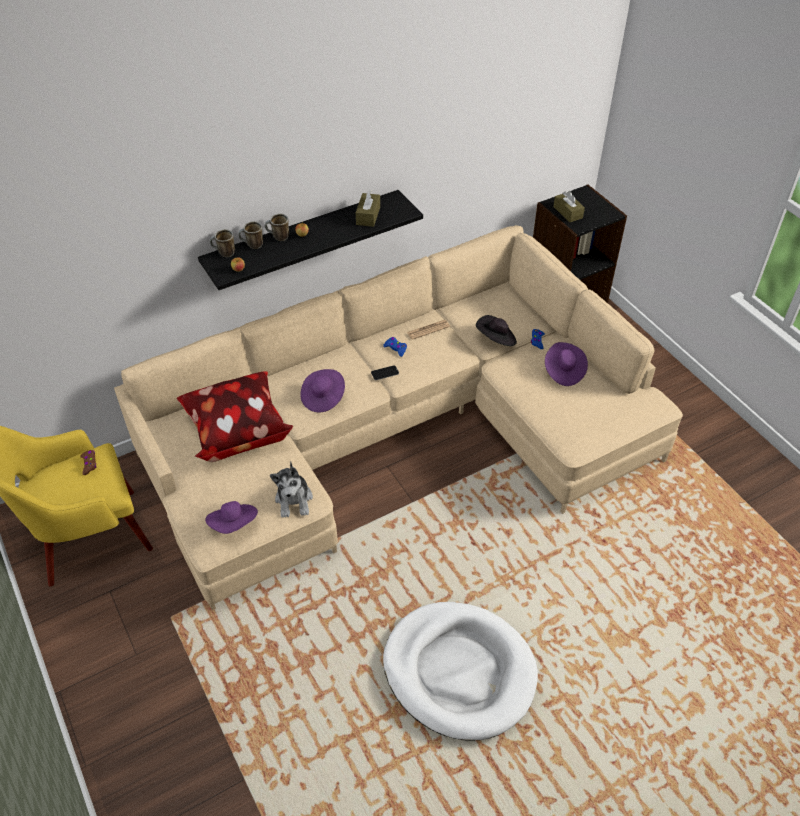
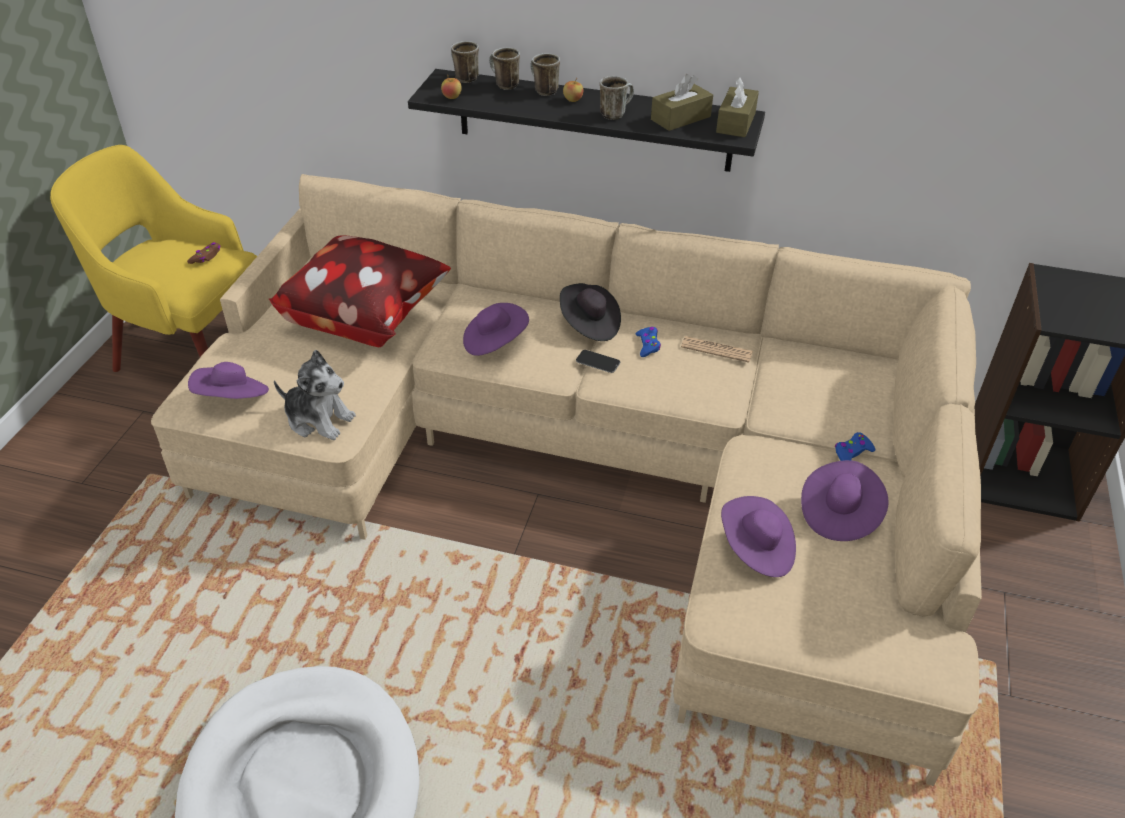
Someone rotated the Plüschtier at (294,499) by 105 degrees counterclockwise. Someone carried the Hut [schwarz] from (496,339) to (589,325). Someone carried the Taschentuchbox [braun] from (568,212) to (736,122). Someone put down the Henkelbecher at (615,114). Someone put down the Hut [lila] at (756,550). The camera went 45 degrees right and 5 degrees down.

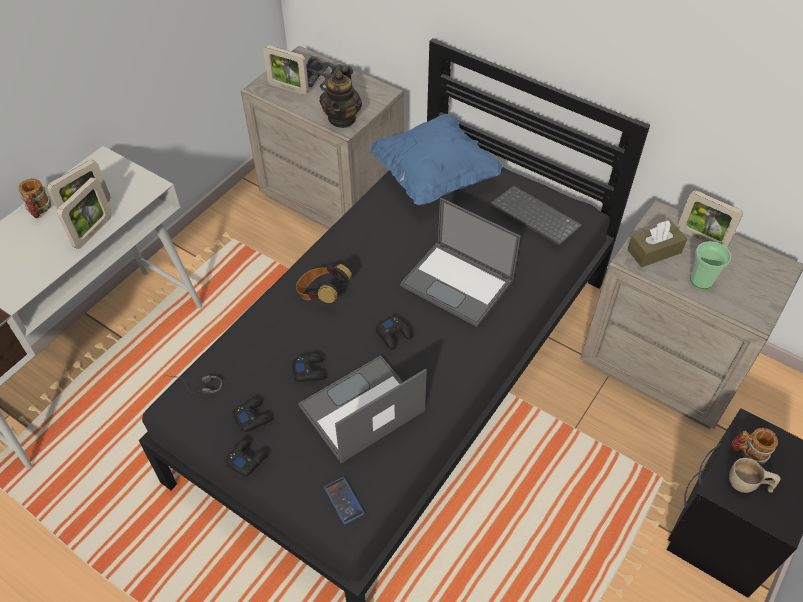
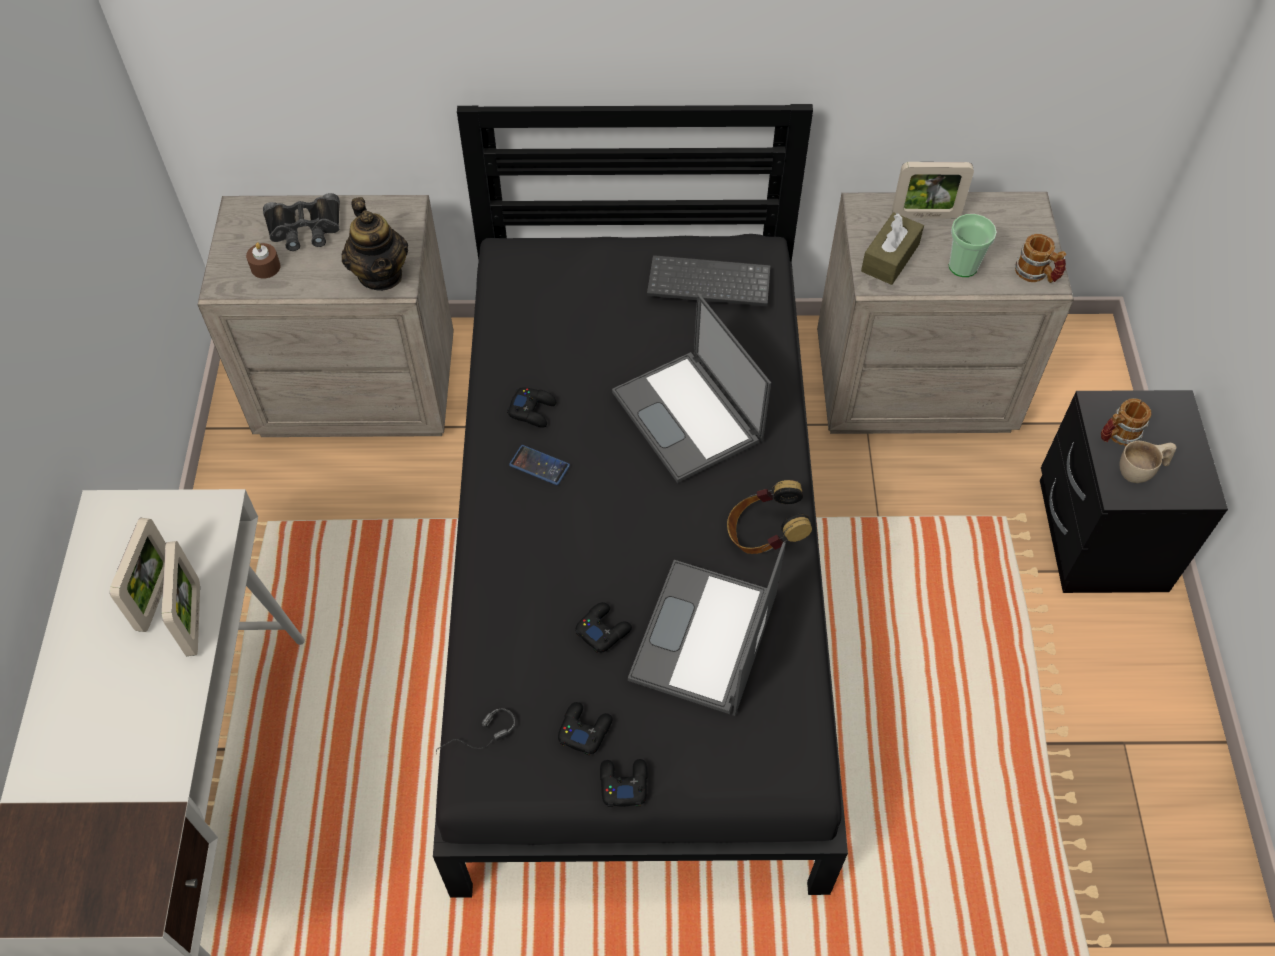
Someone carried the Henkelbecher from (39,210) to (1036,274). Someone swapped the Bilderrahmen at (288,88) for the Kerze [braun] at (265,267). Someone carried the Kopfhörer from (322,295) to (764,534). Someone carried the Handy from (344,500) to (539,465). Someone took away the Kissen [blau] at (434,177). Someone carried the Gamepad [schwarz] from (393,335) to (532,410). Someone rotated the Laptop at (458,283) by 60 degrees clockwise. The camera went 35 degrees left and 5 degrees up.

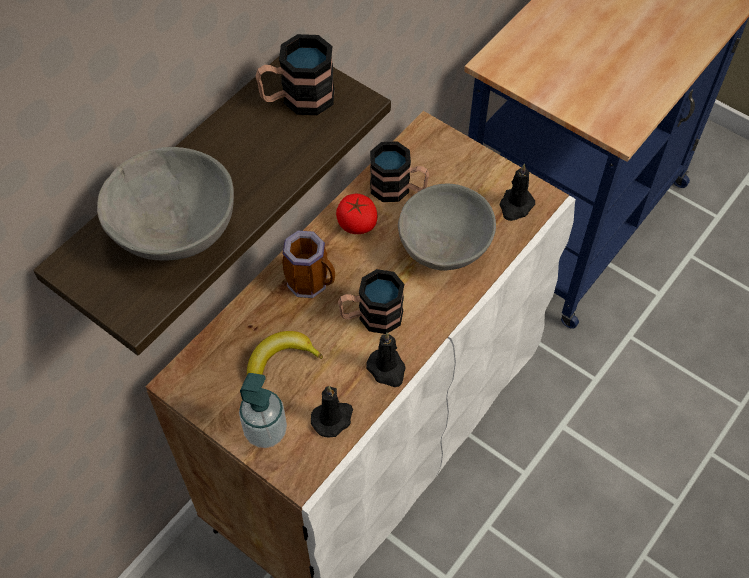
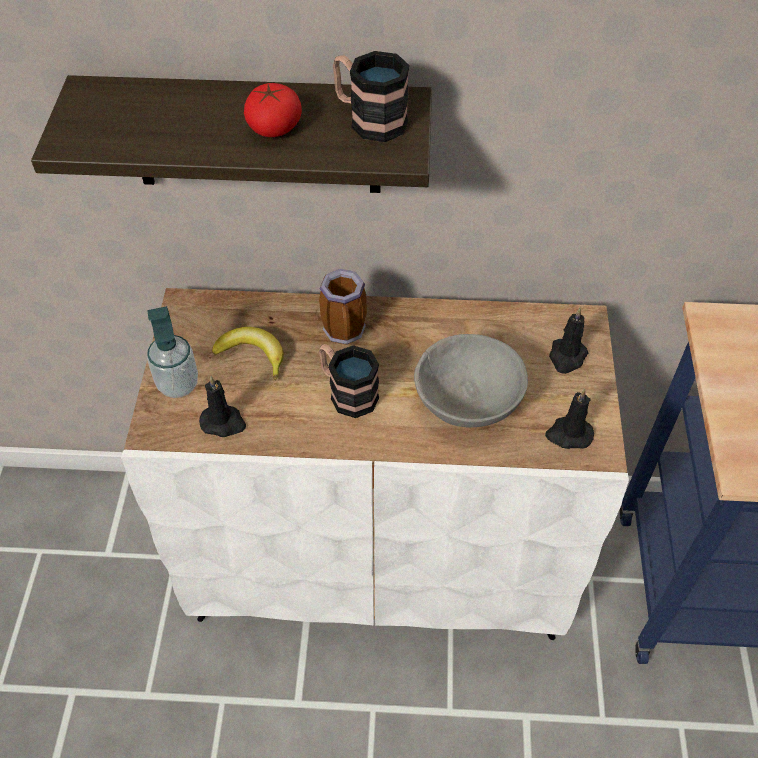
Someone took away the Schüssel [grau] at (175,235). Someone carried the Tomate from (357,223) to (274,128). Someone carried the Kerze [schwarz] from (387,369) to (567,357). Someone took away the Henkelbecher at (398,189). The camera went 55 degrees right and 5 degrees down.

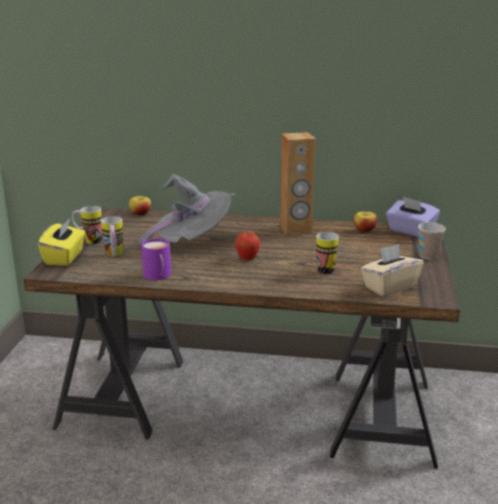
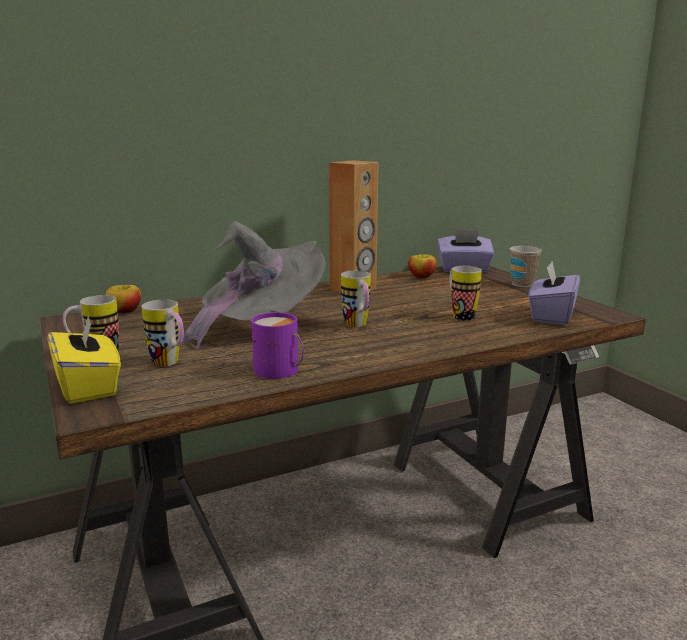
Someone swapped the Apfel at (247,259) for the Henkelbecher at (358,326). Someone repainted the Taschentuchbox [beige] at (389,287), which became the Taschentuchbox [lila] at (551,316). The camera went 35 degrees left and 5 degrees down.

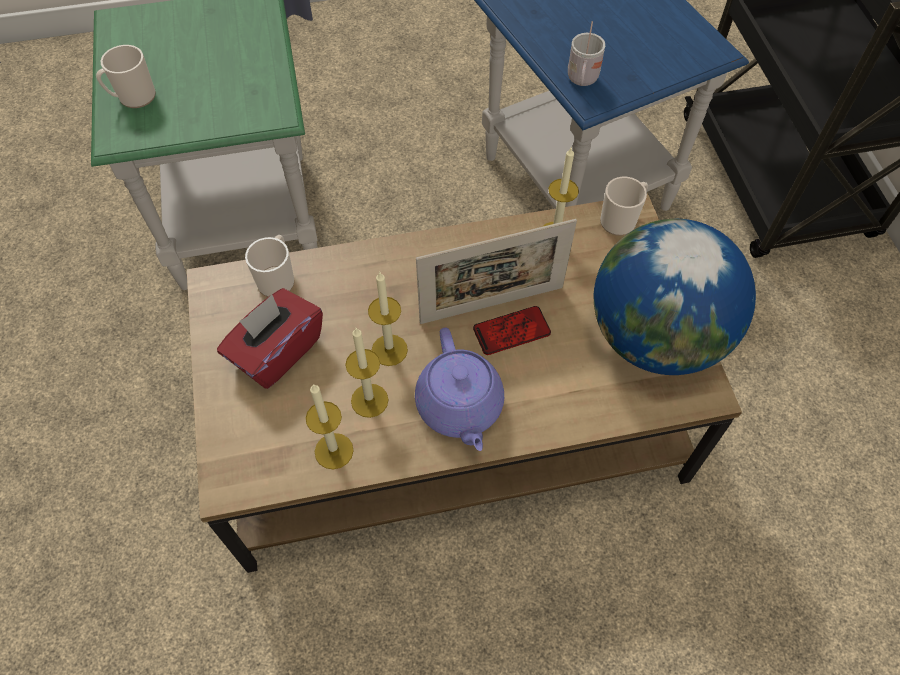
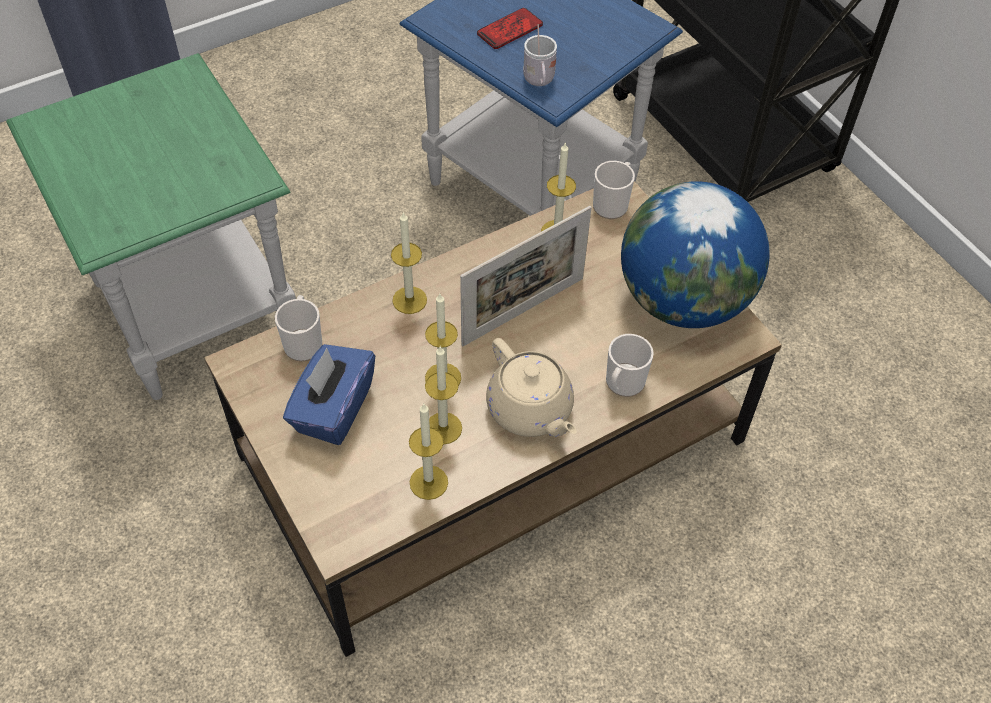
Someone carried the Henkelbecher from (133,97) to (622,384). Someone repainted the Taschentuchbox [rot] at (277,352), which became the Taschentuchbox [blau] at (333,409). Someone repainted the Teekanne [lila] at (459,407), which became the Teekanne [beige] at (530,410). Someone carried the Handy from (511,331) to (510,29). Someone put down the Kerze at (409,300). The camera went 20 degrees left and 5 degrees down.

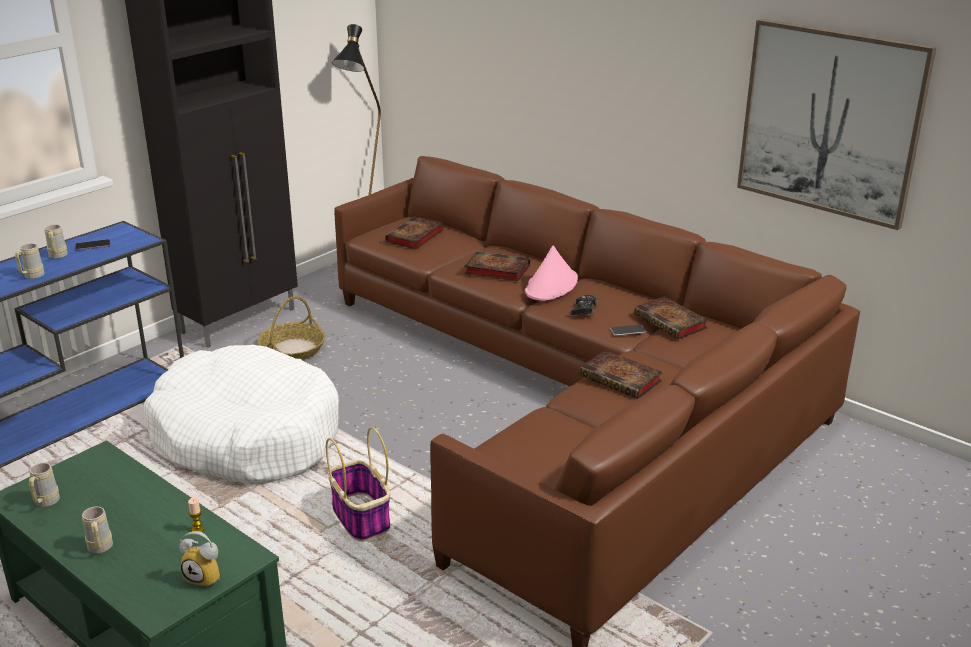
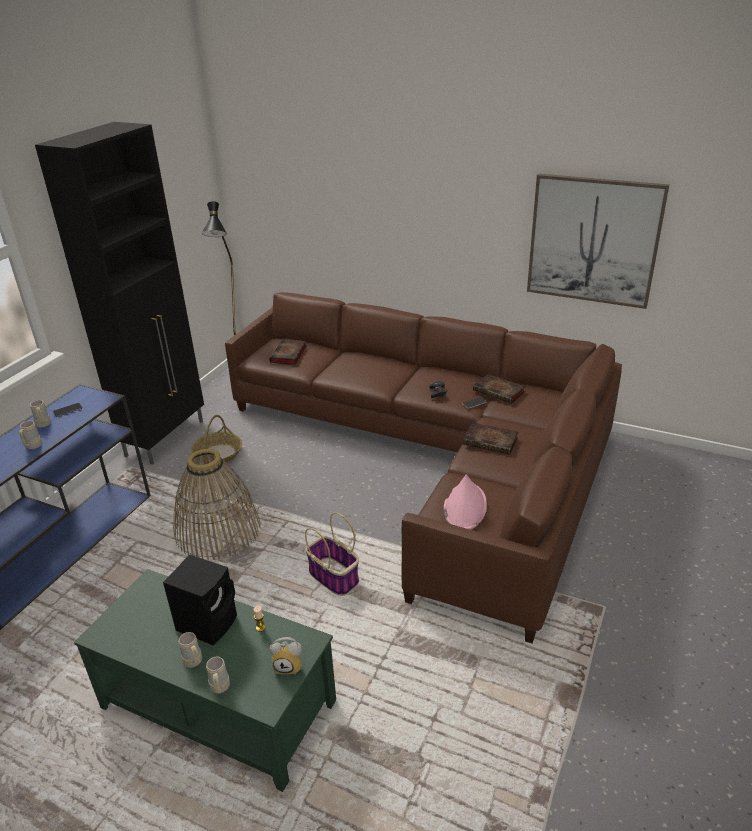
Someone carried the Henkelbecher [beige] from (45,503) to (220,689). Someone swapped the Hundebett [weiß] at (247,436) for the Korb at (218,530). Someone took away the Buch at (495,270). Someone carried the Hut [rosa] from (551,285) to (465,507). Someone put down the Lautsprecher [schwarz] at (208,622). The camera went 15 degrees left and 5 degrees up.

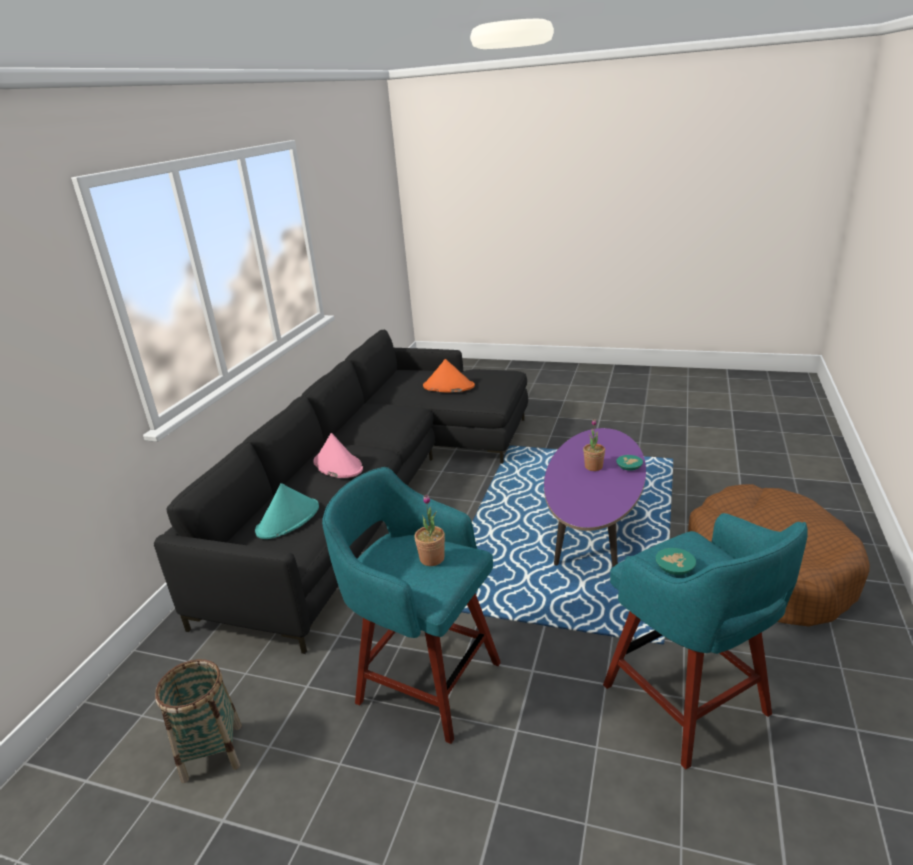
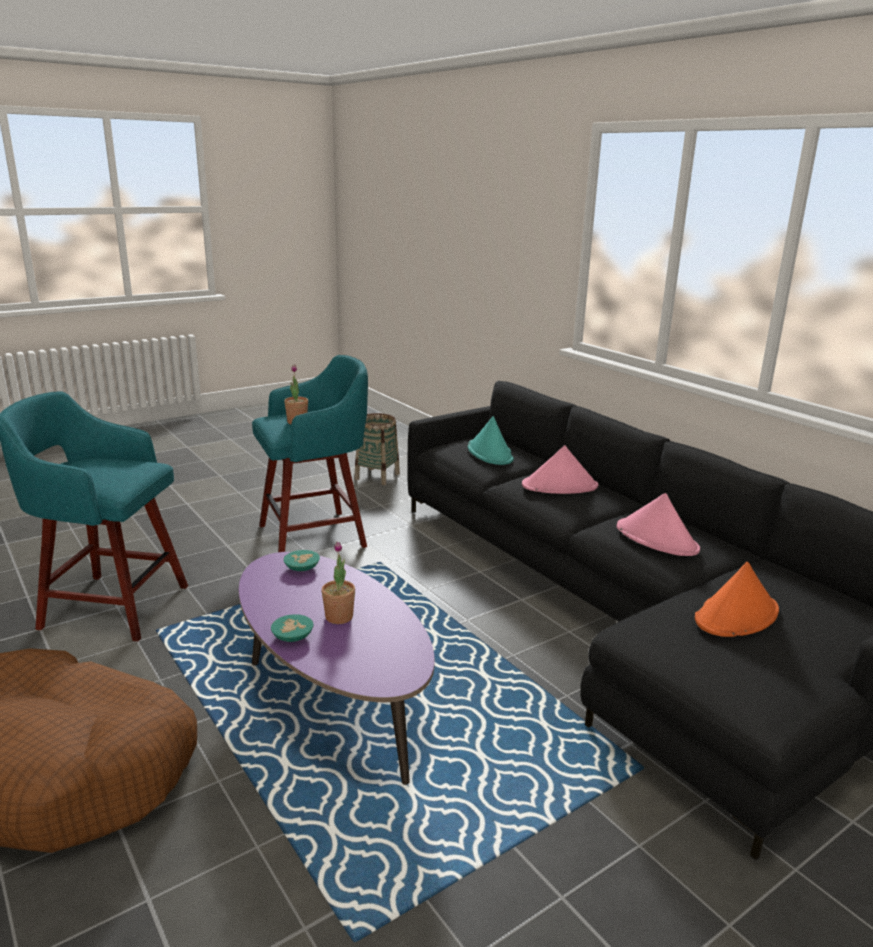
Someone carried the Schüssel [türkis] from (673,568) to (303,567). Someone put down the Hut [rosa] at (657,539). The camera went 125 degrees right and 5 degrees down.

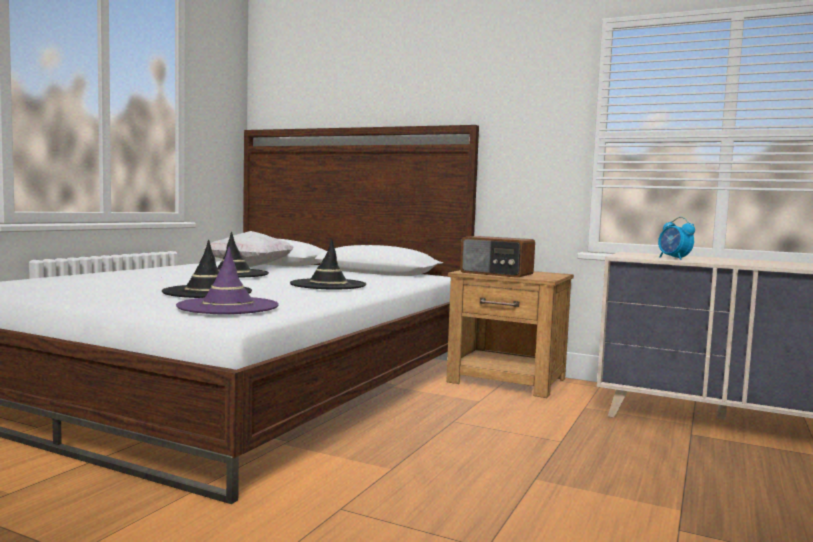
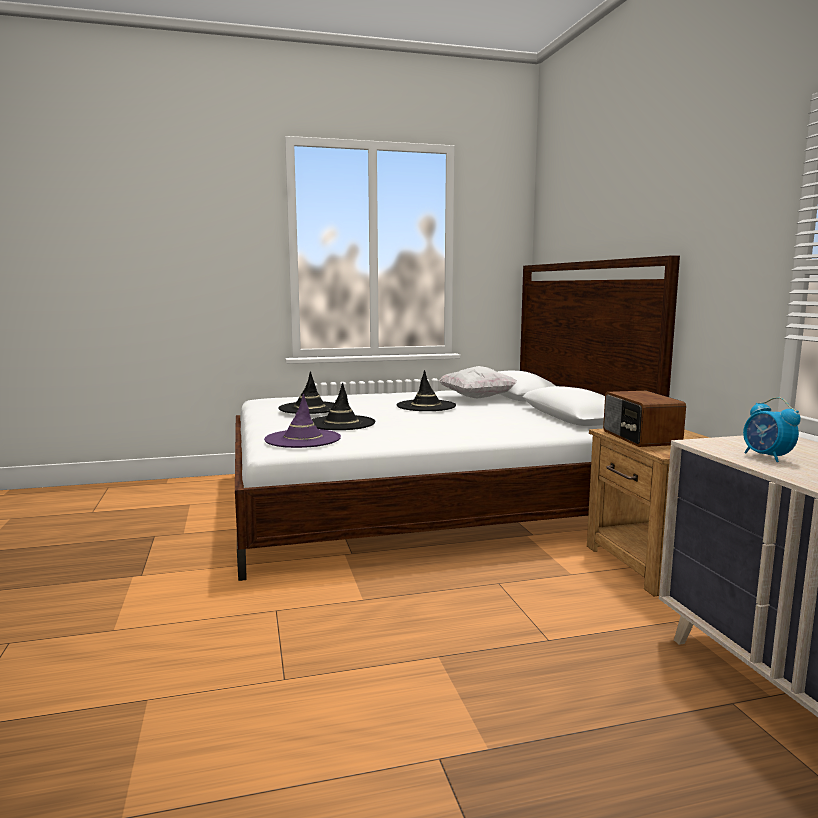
Someone carried the Hut [schwarz] from (328,285) to (309,408). Someone rotated the Wecker at (674,258) by 45 degrees counterclockwise. The camera went 50 degrees right and 5 degrees up.

